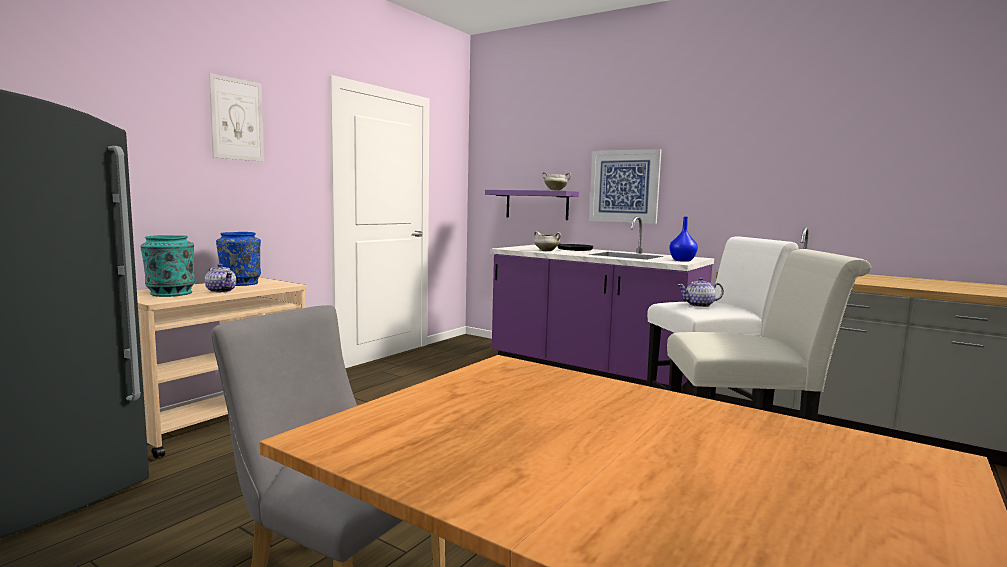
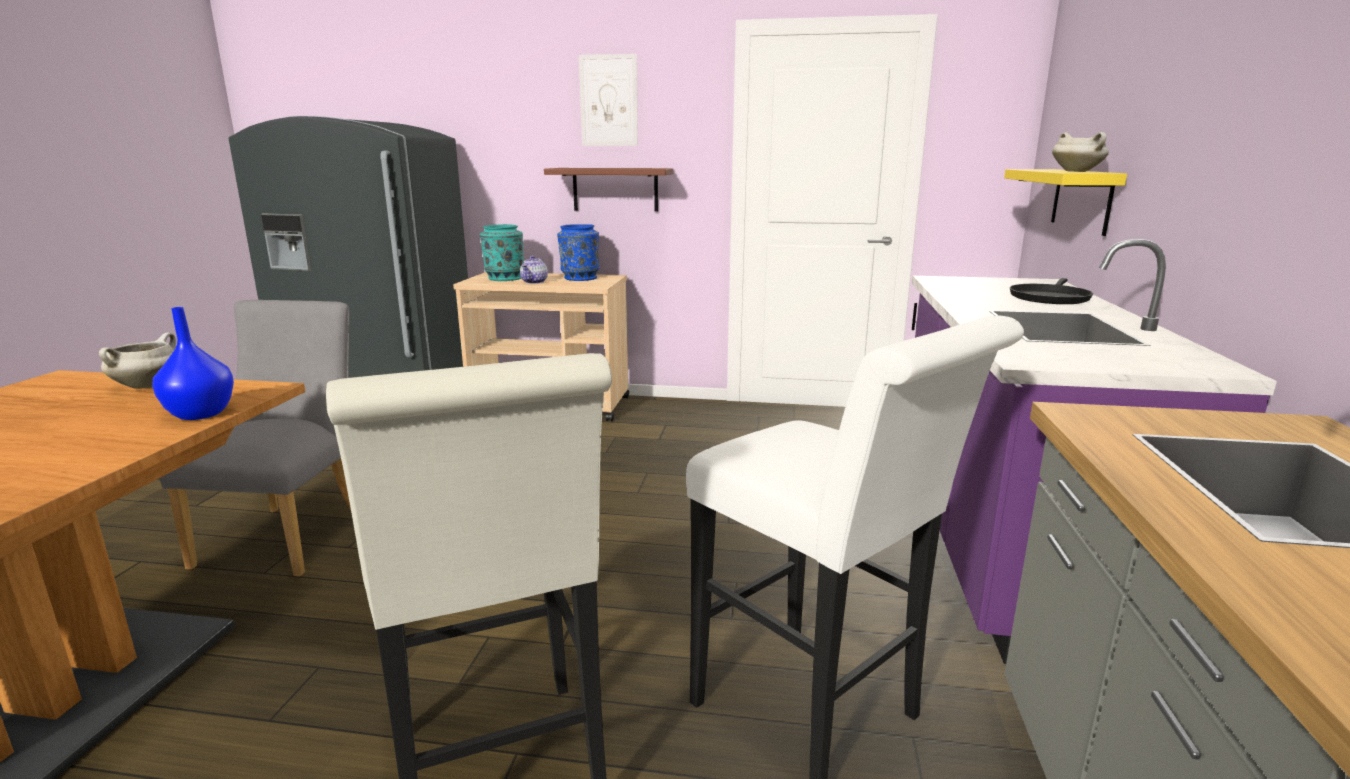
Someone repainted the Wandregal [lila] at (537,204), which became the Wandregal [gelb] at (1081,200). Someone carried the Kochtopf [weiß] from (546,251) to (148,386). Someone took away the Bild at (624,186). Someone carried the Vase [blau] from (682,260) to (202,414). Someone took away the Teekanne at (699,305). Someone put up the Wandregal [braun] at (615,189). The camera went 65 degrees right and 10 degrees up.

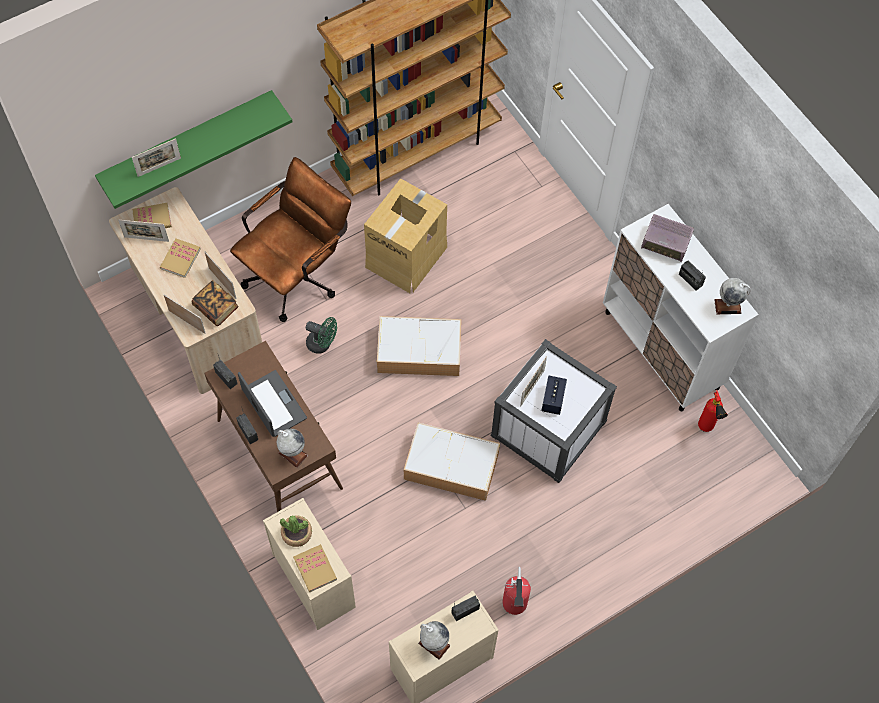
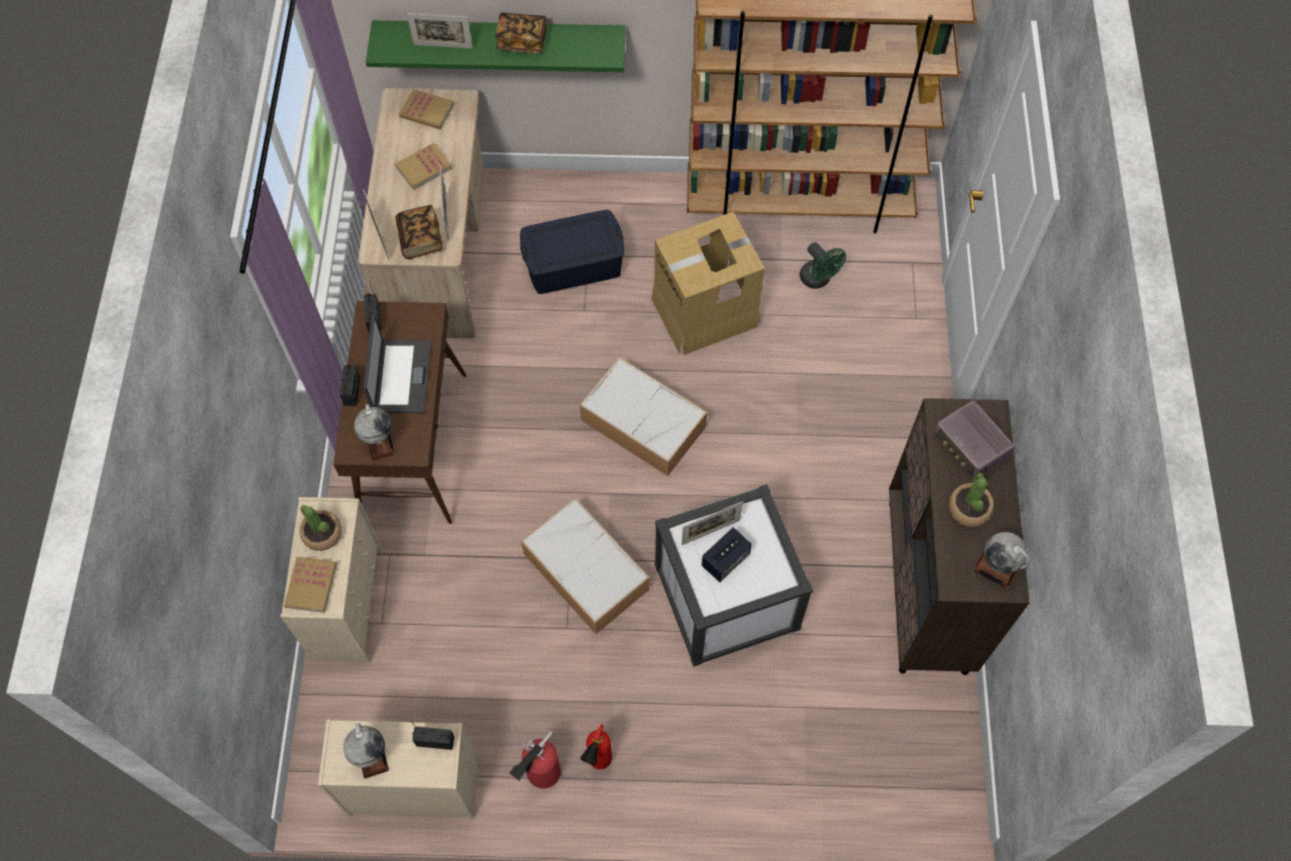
Someone took away the Bilderrahmen at (146,239). Someone swapped the Bürostuhl [braun] at (297,274) for the Aufbewahrungsbox [blau] at (574,266). Someone carried the Ventilator [grün] from (322,344) to (818,280). Someone repainted the Schrank [weiß] at (661,350), which became the Schrank [braun] at (927,586). Someone swapped the Radio at (690,280) for the Topfpflanze at (969,508). Someone carried the Feuerlöscher from (706,429) to (598,764). Someone put down the Buch at (522,41). The camera went 35 degrees right and 0 degrees up.

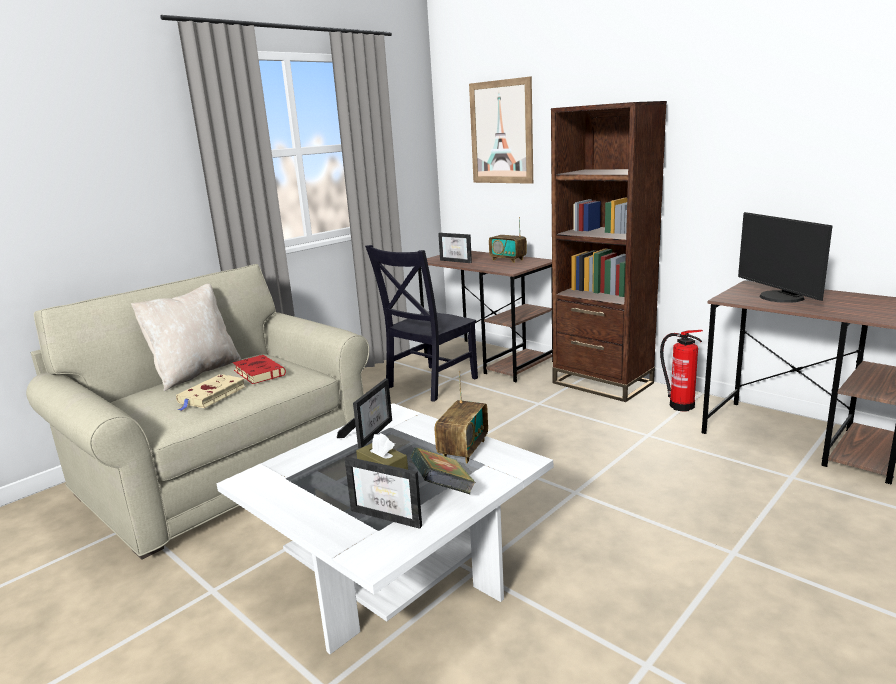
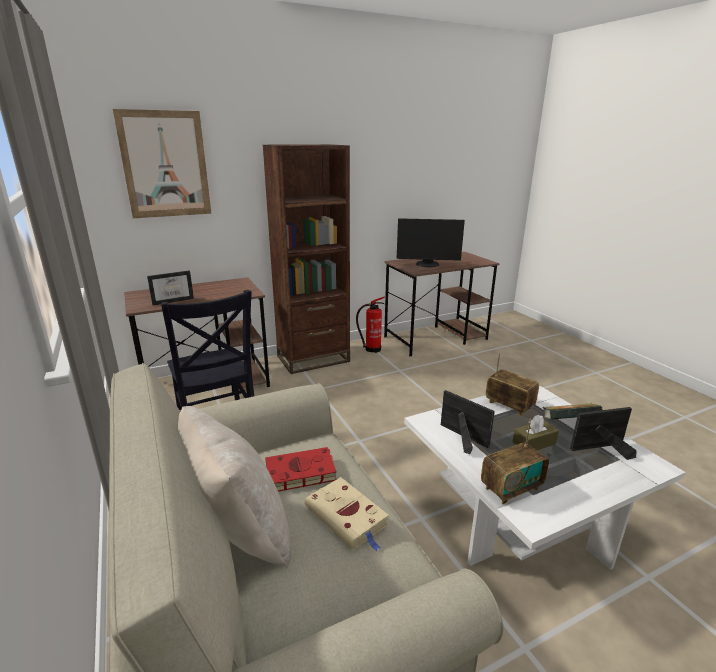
Someone rotated the Bilderrahmen at (391,514) by 150 degrees counterclockwise. Someone carried the Radio from (508,260) to (511,488). The camera went 70 degrees left and 5 degrees up.

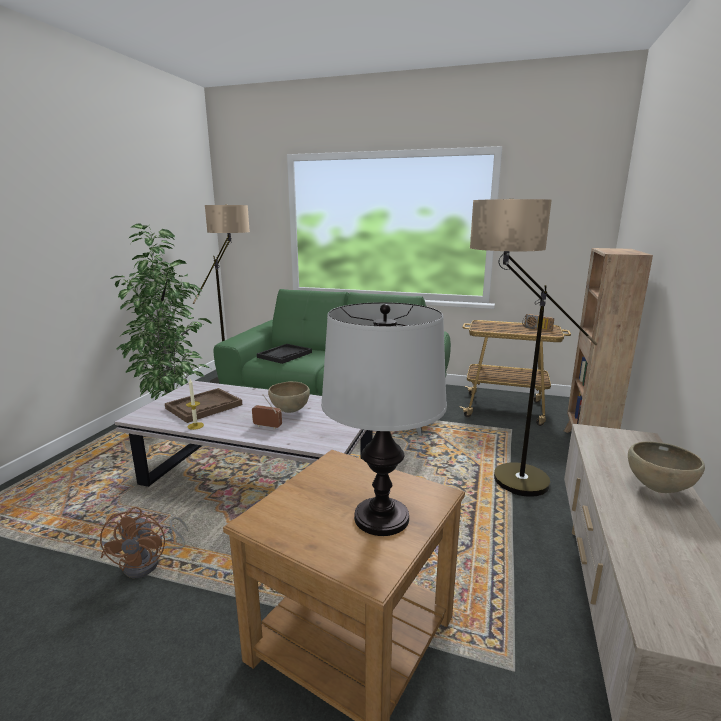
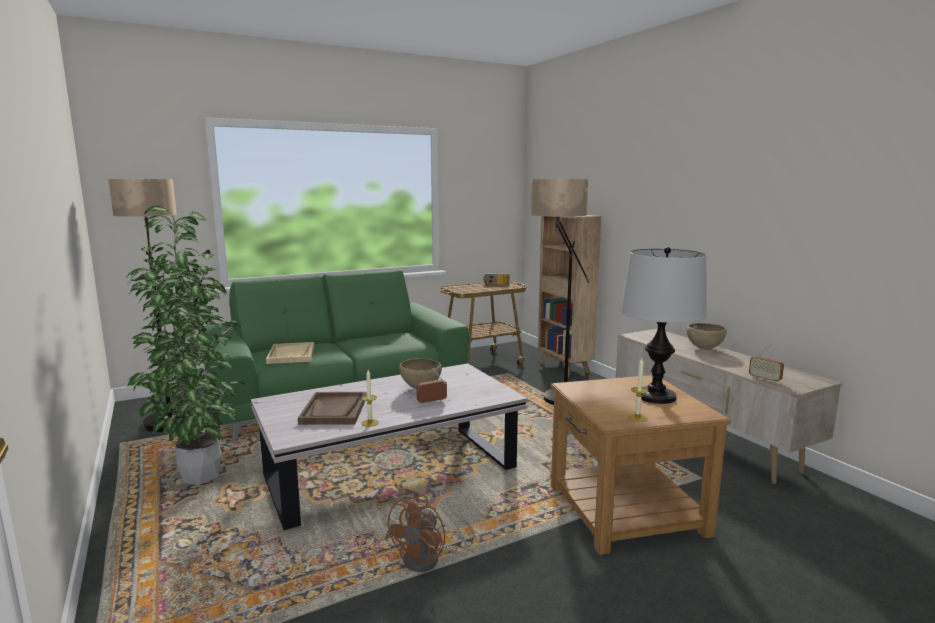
Someone rotated the Ventilator [braun] at (149,563) by 75 degrees clockwise. Someone repainted the Tablett [schwarz] at (284,355), which became the Tablett [beige] at (291,355). Someone put down the Kerze at (637,418). Someone put down the Radio at (764,379). The camera went 45 degrees left and 5 degrees down.

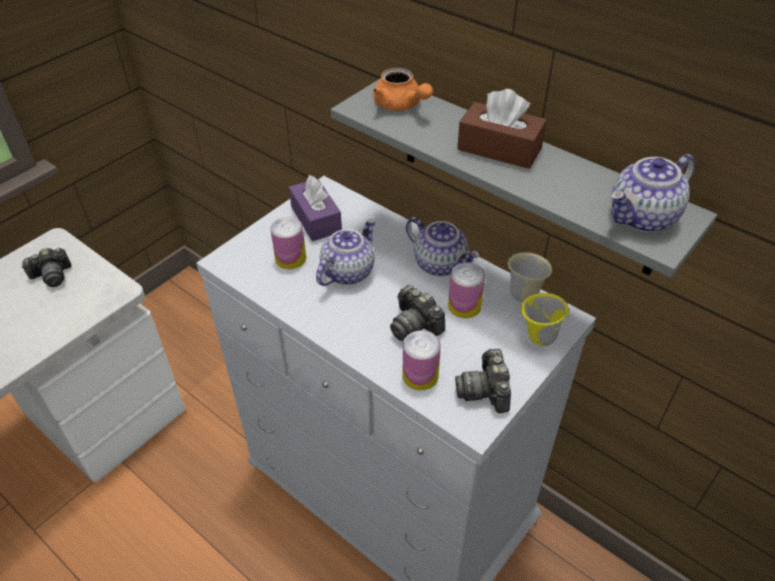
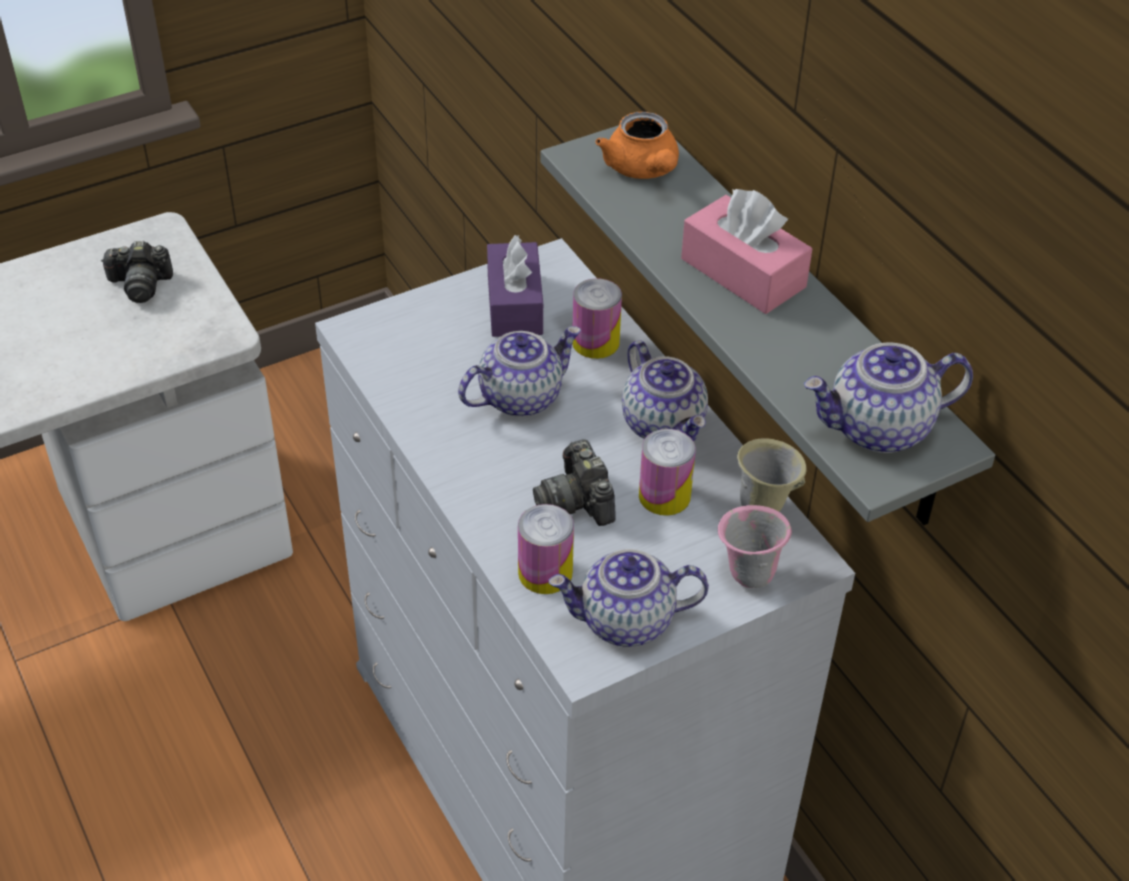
Someone carried the Dose from (290,258) to (595,342). Someone swapped the Kamera at (485,390) for the Teekanne at (625,621). Someone repainted the Taschentuchbox [braun] at (499,148), which became the Taschentuchbox [rosa] at (743,273). Someone repainted the Henkelbecher [gelb] at (538,337), which became the Henkelbecher [rosa] at (747,573). The camera went 20 degrees right and 0 degrees up.

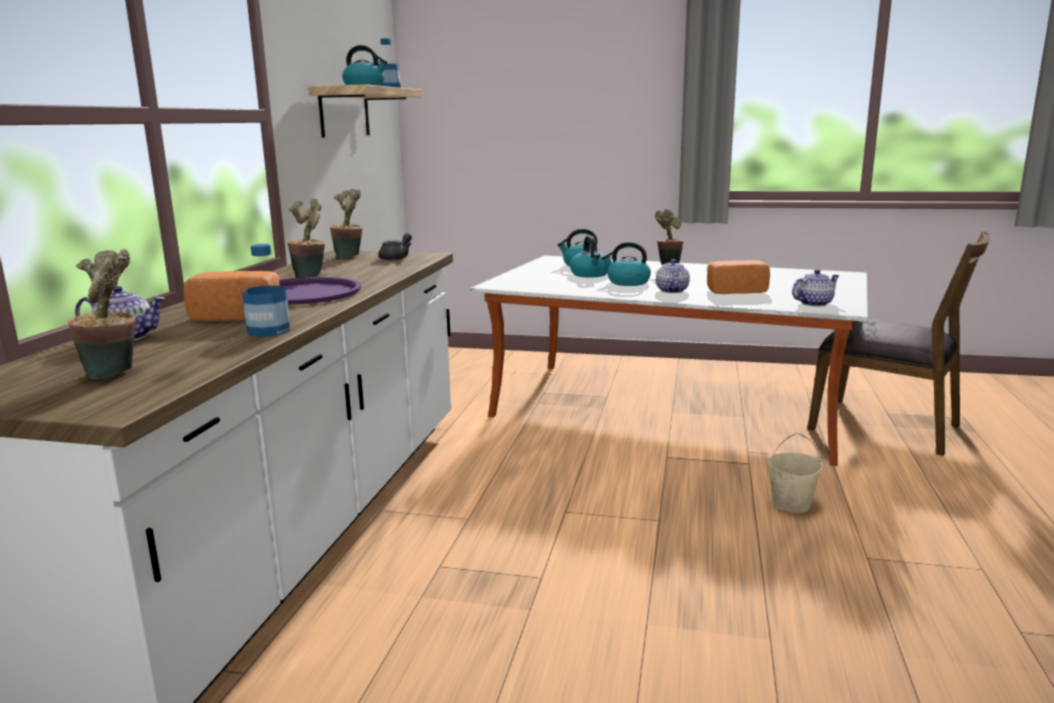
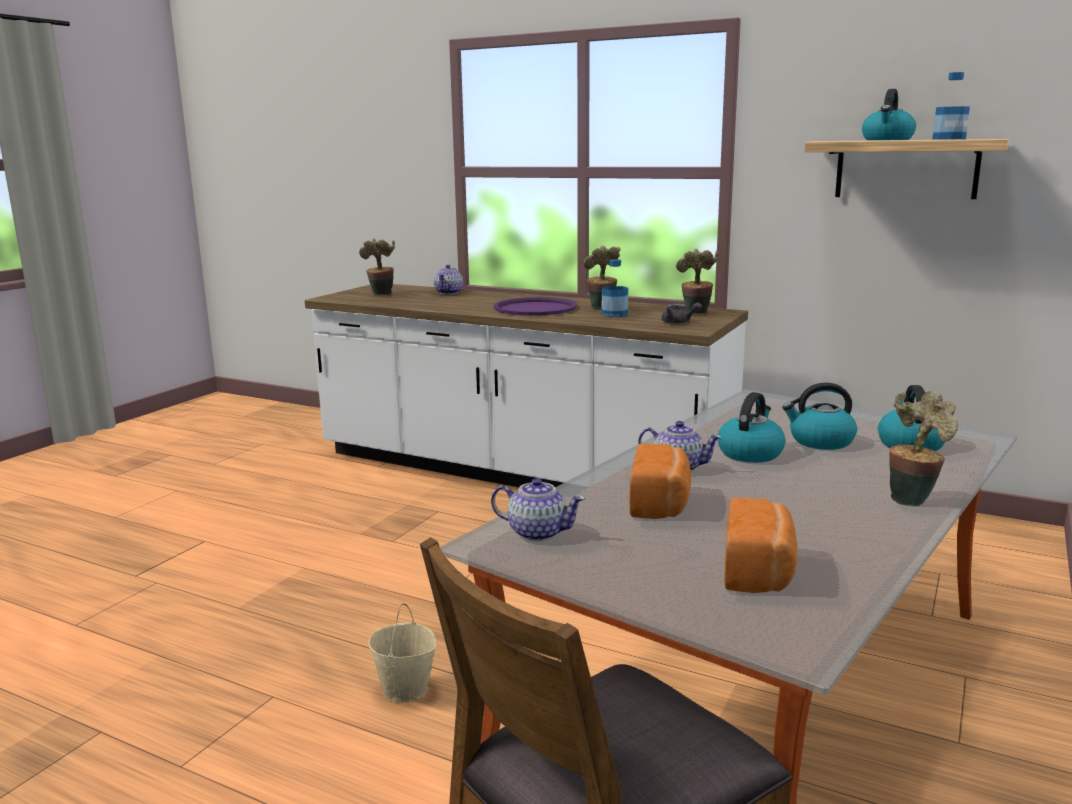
Someone carried the Brot from (239,315) to (759,571). Someone carried the Flasche from (268,331) to (614,314). Someone rotated the Teekanne at (813,304) by 60 degrees counterclockwise. The camera went 105 degrees right and 0 degrees up.

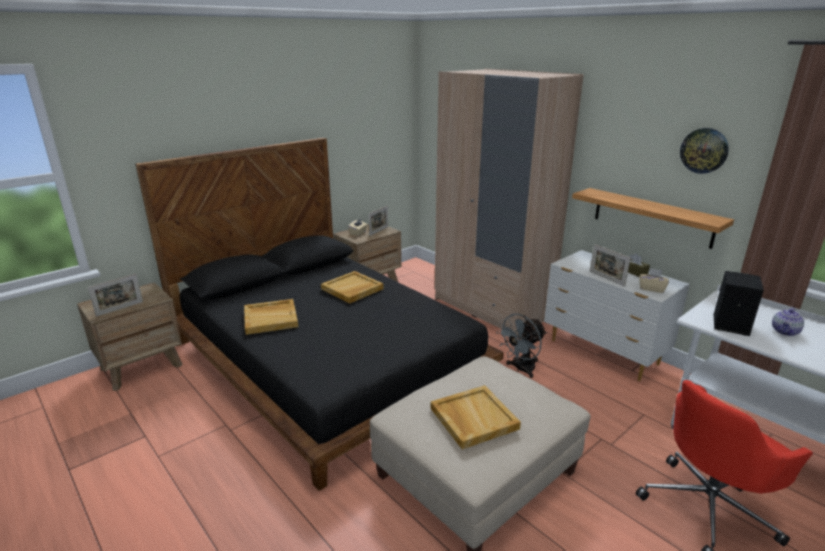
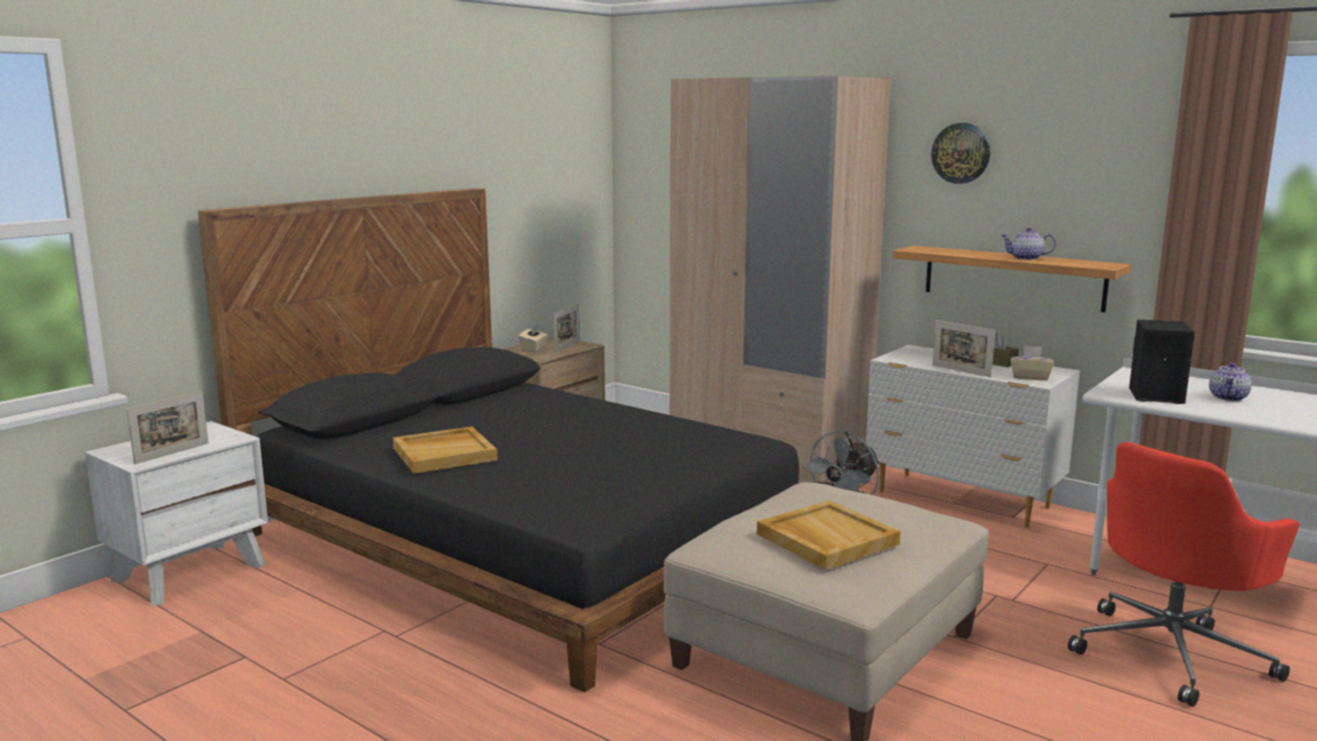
Someone repainted the Nachttisch [braun] at (142,367), which became the Nachttisch [weiß] at (190,572). Someone took away the Tablett [beige] at (352,289). Someone carried the Wanduhr from (704,150) to (961,153). Someone put down the Teekanne at (1026,258). The camera went 10 degrees left and 10 degrees down.

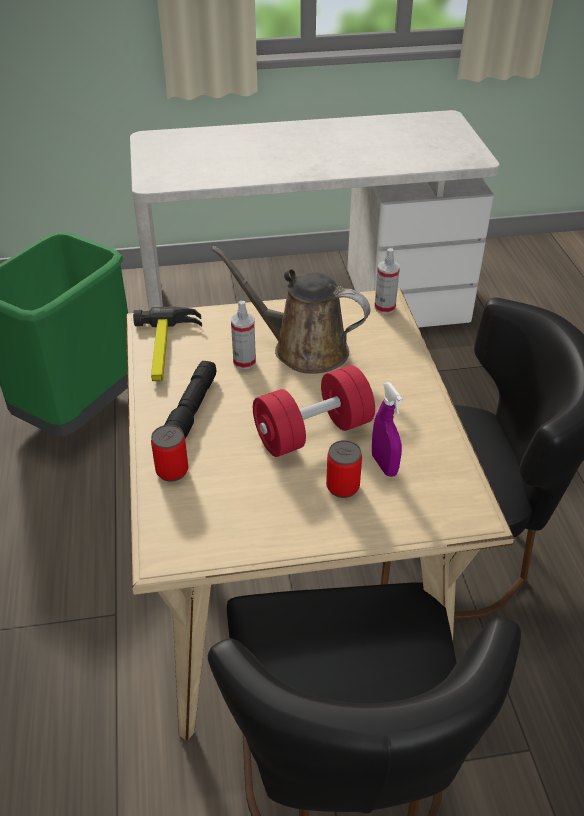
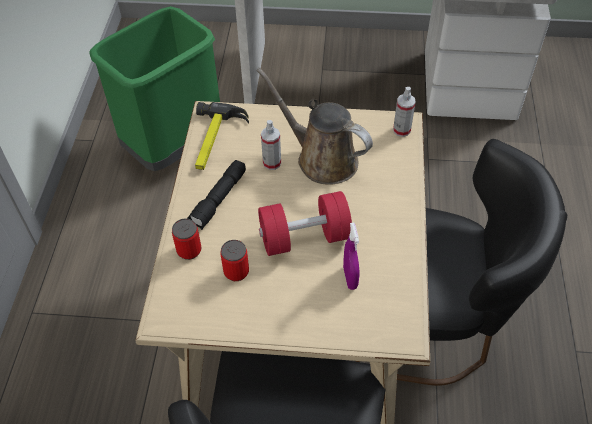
Someone carried the Dose from (342,487) to (236,271). The camera went 15 degrees right and 10 degrees up.

